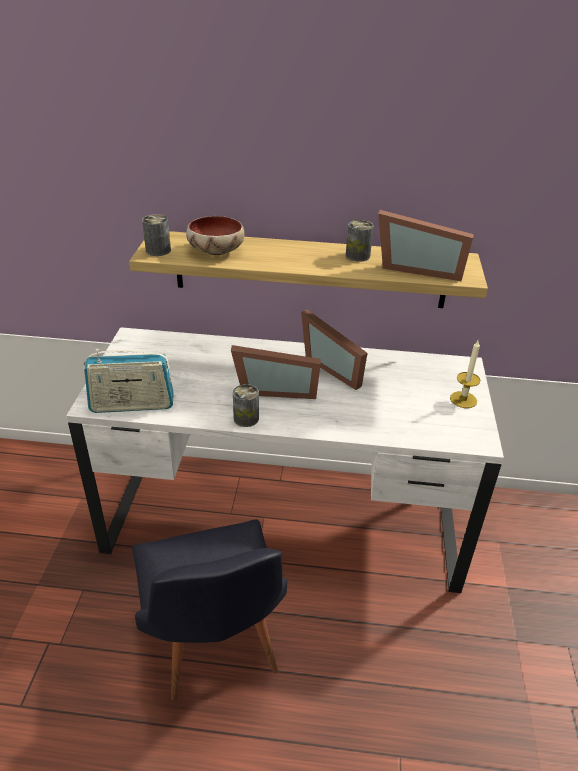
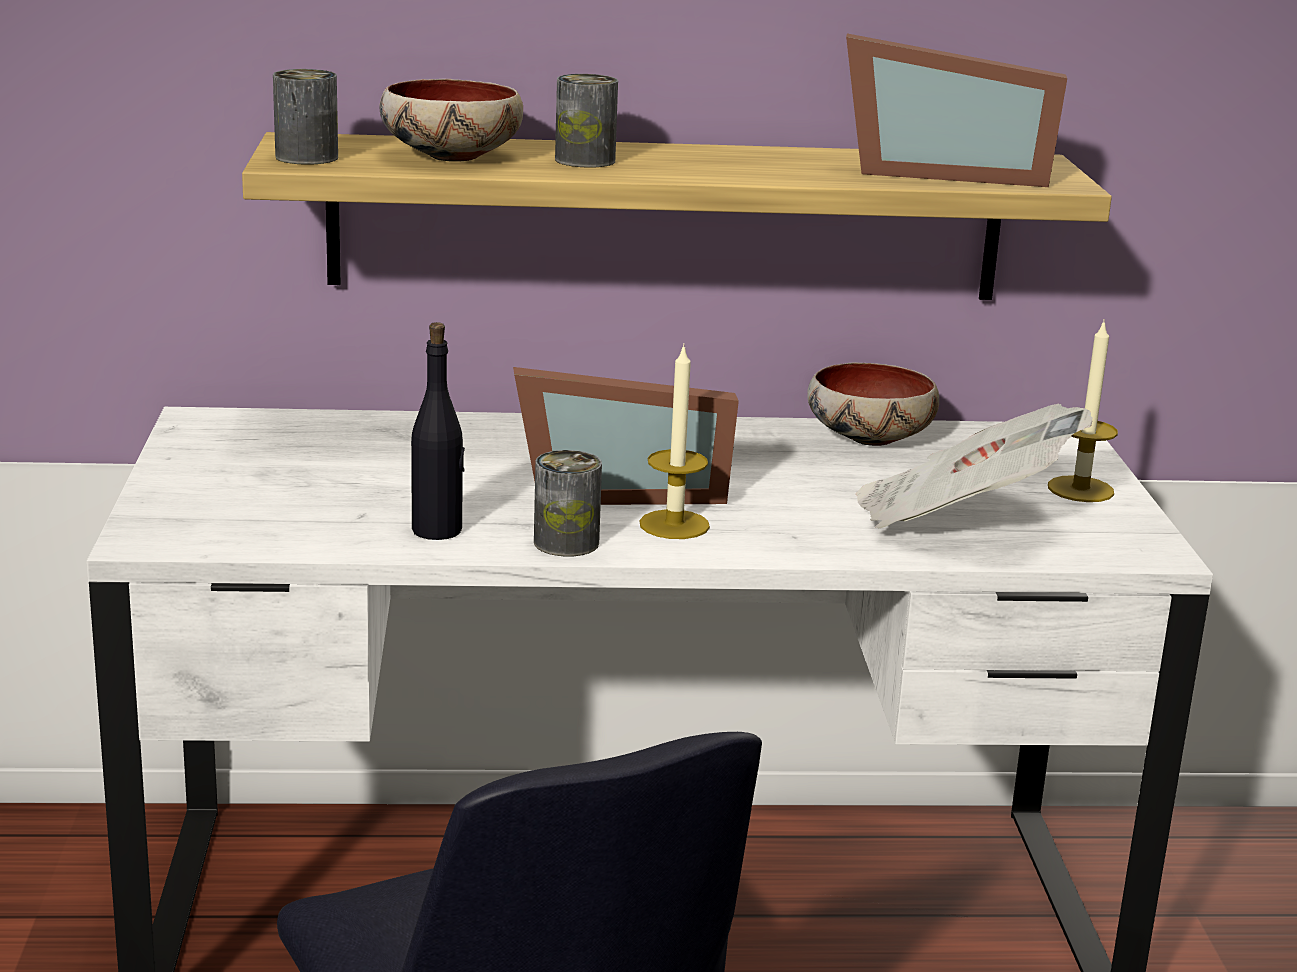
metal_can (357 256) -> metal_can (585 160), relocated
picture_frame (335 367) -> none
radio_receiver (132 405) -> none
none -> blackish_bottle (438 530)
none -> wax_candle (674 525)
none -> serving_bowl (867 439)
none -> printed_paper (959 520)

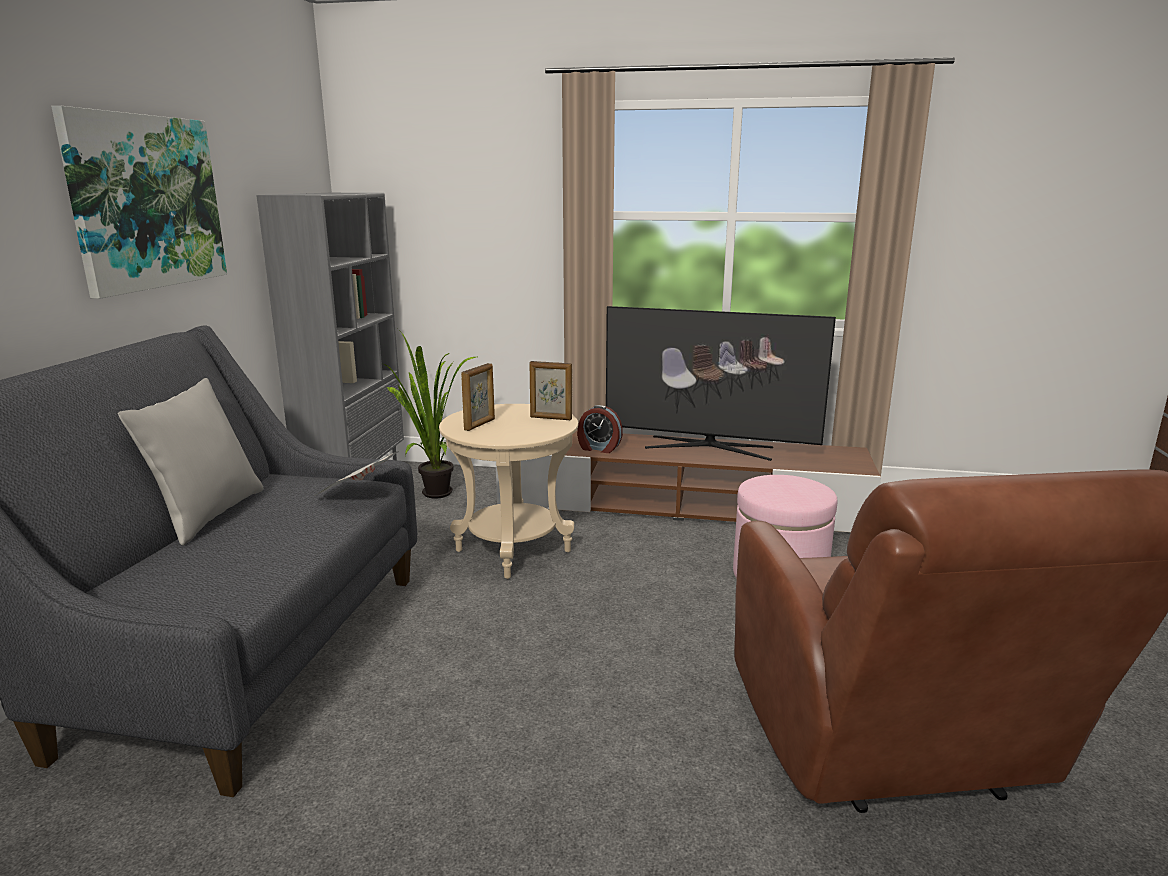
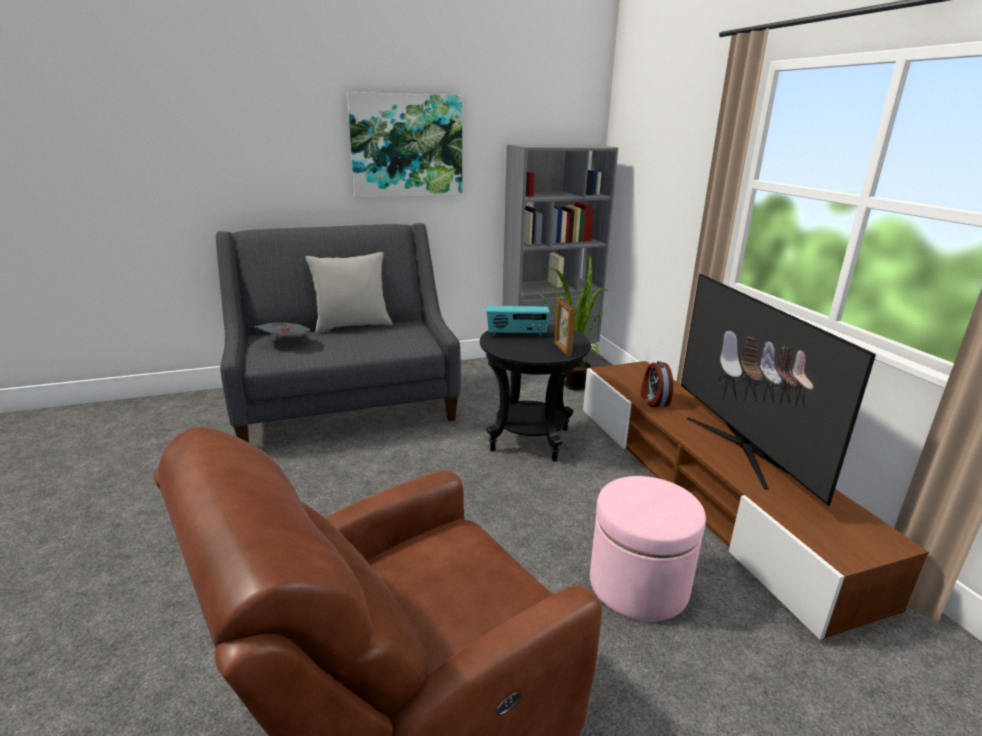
picture_frame (480 424) -> radio_receiver (516 334)
sand-coloured_end_table (513 551) -> blackish_end_table (530 440)
printed_paper (358 494) -> printed_paper (286 343), relocated

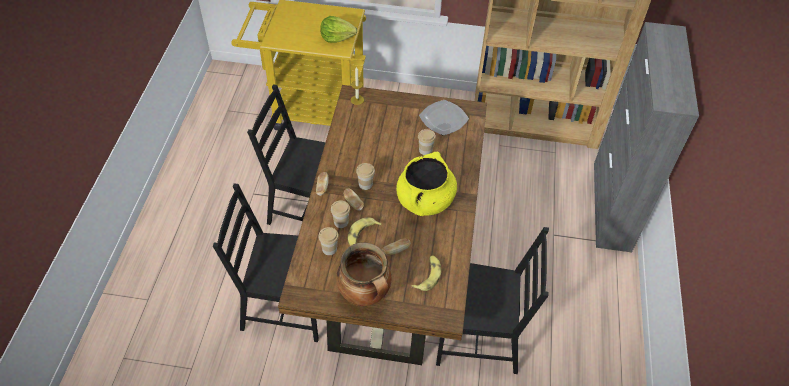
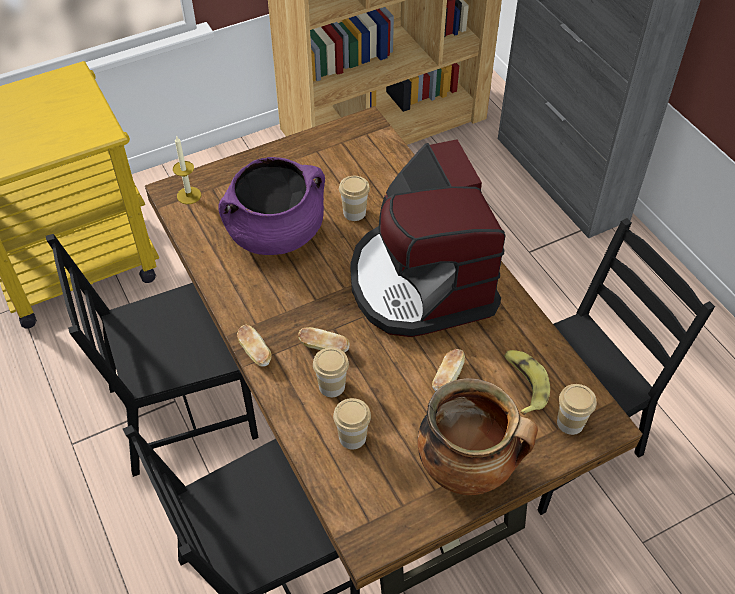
lettuce_head (337 37) -> none
flat_dish (444 119) -> none
yellow_cooking_pot (425 201) -> coffee_brewer (420 282)
cup (365 184) -> cup (570 423), relocated
whole_banana (361 235) -> none
none -> purple-coloured_cooking_pot (276 233)

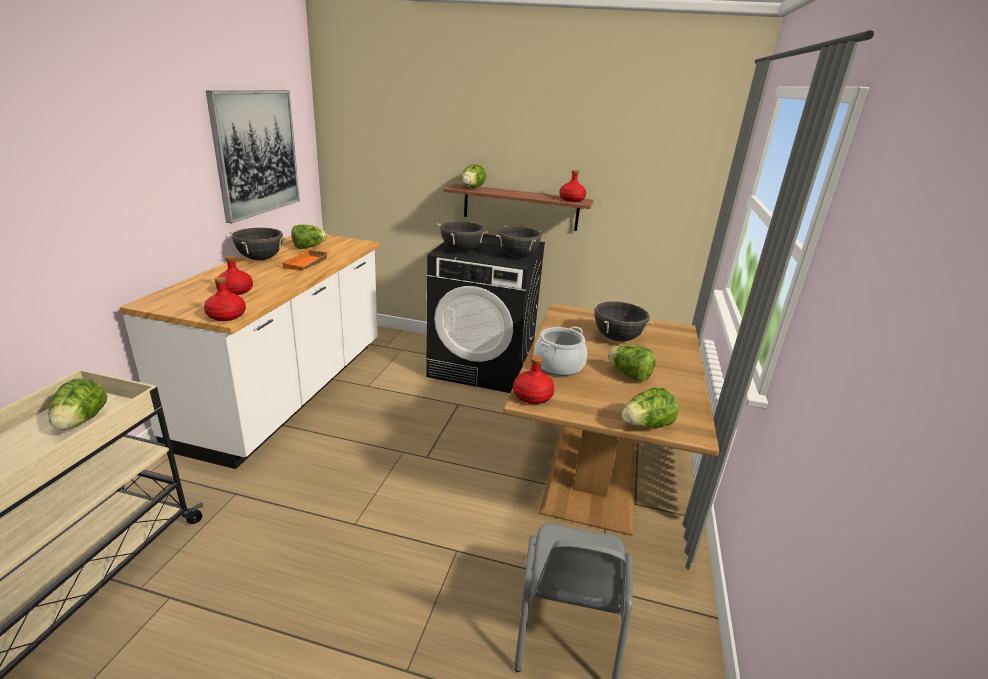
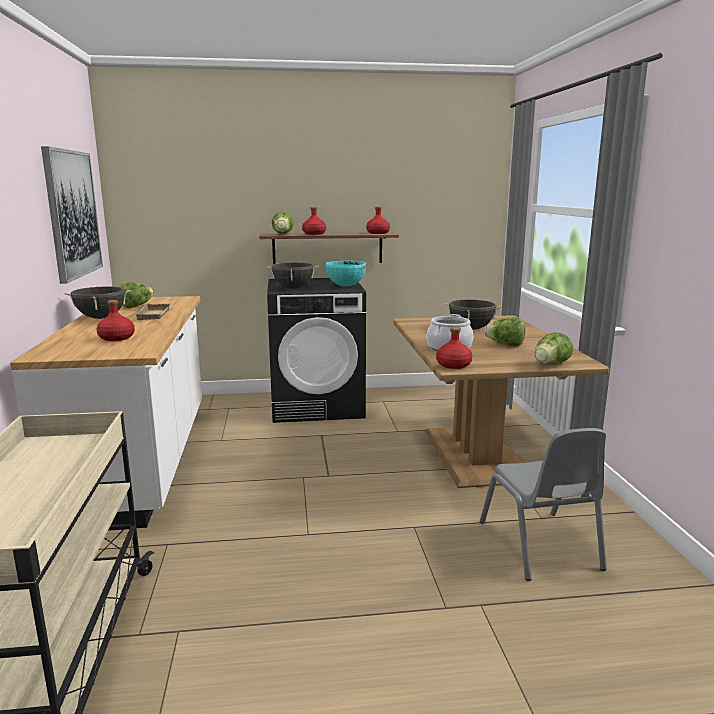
blackish_cooking_pot (517 256) -> turquoise_cooking_pot (346 286)
orange-coloured_serving_tray (307 264) -> sand-coloured_serving_tray (155 315)
red_bottle (226 316) -> red_bottle (314 234), relocated
lettuce_head (81 422) -> none

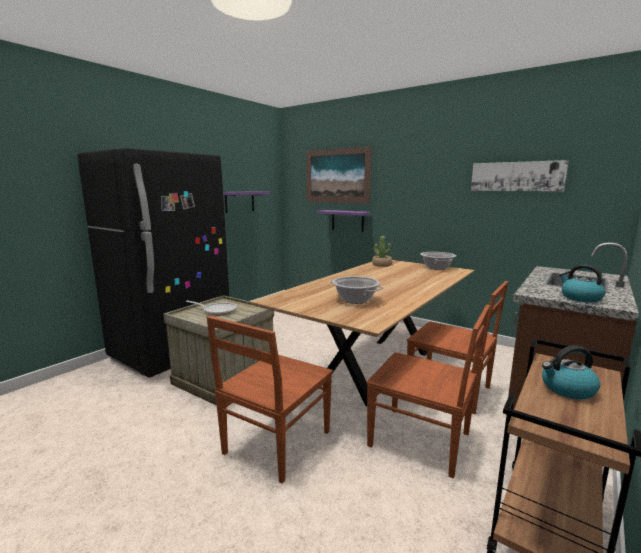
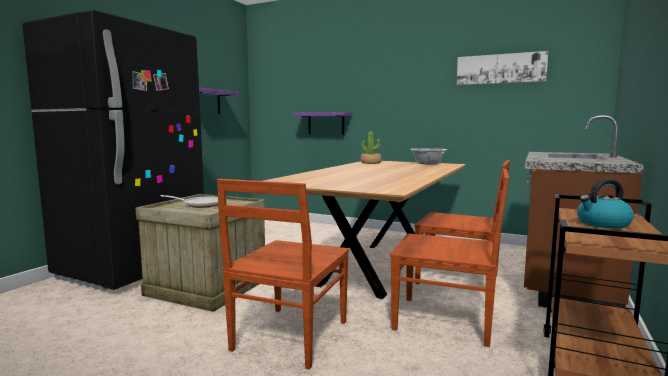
picture (337 176) -> none
tea_kettle (580 298) -> none
cooking_pot (355 300) -> none

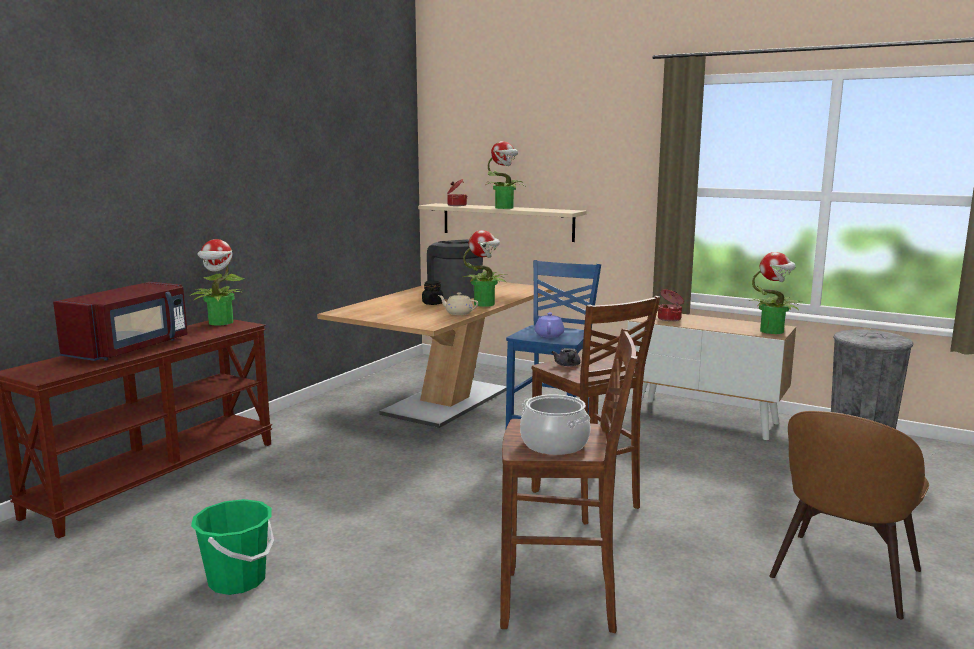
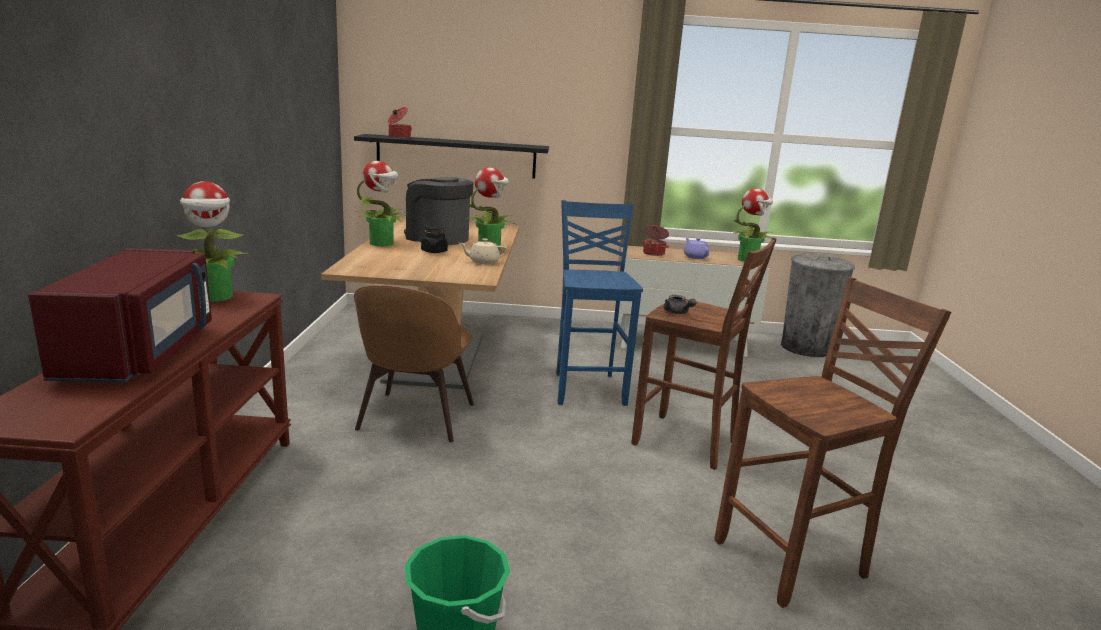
potted_plant (505 208) -> potted_plant (382 243), relocated
sand-coloured_wall_shelf (507 222) -> blackish_wall_shelf (456 156)
purple-coloured_teapot (549 335) -> purple-coloured_teapot (695 257), relocated
cooking_pot (555 444) -> none
brown-coloured_plain_chair (843 576) -> brown-coloured_plain_chair (415 419), relocated

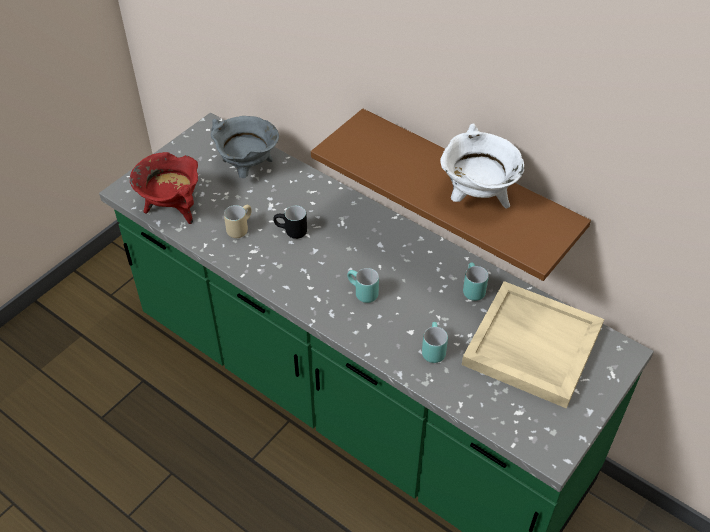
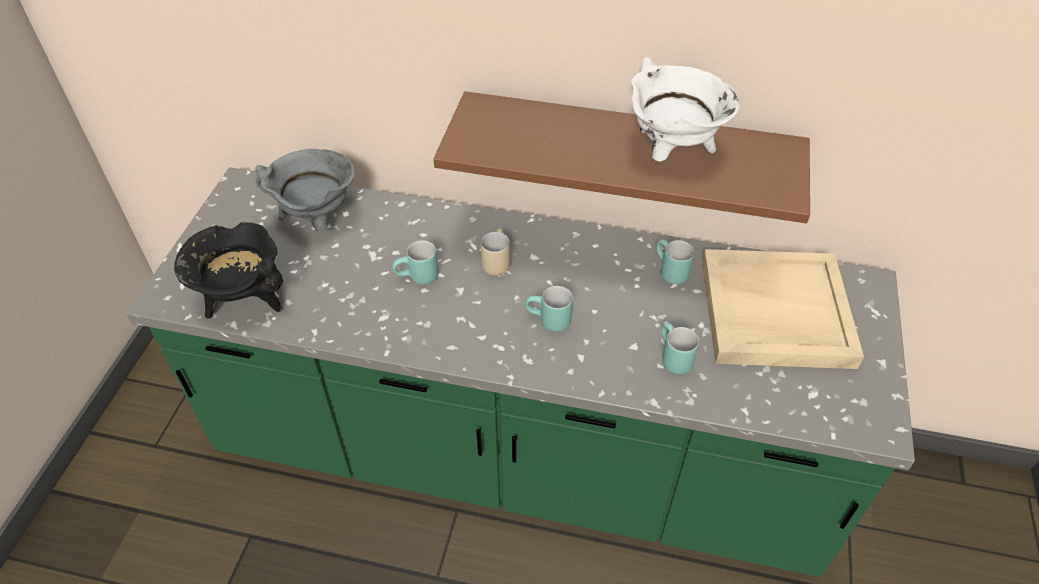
red_cooking_pot (172 209) -> blackish_cooking_pot (244 300)
sand-coloured_coffee_mug (239 228) -> sand-coloured_coffee_mug (495 261), relocated
blackish_coffee_mug (291 232) -> turquoise_coffee_mug (418 278)

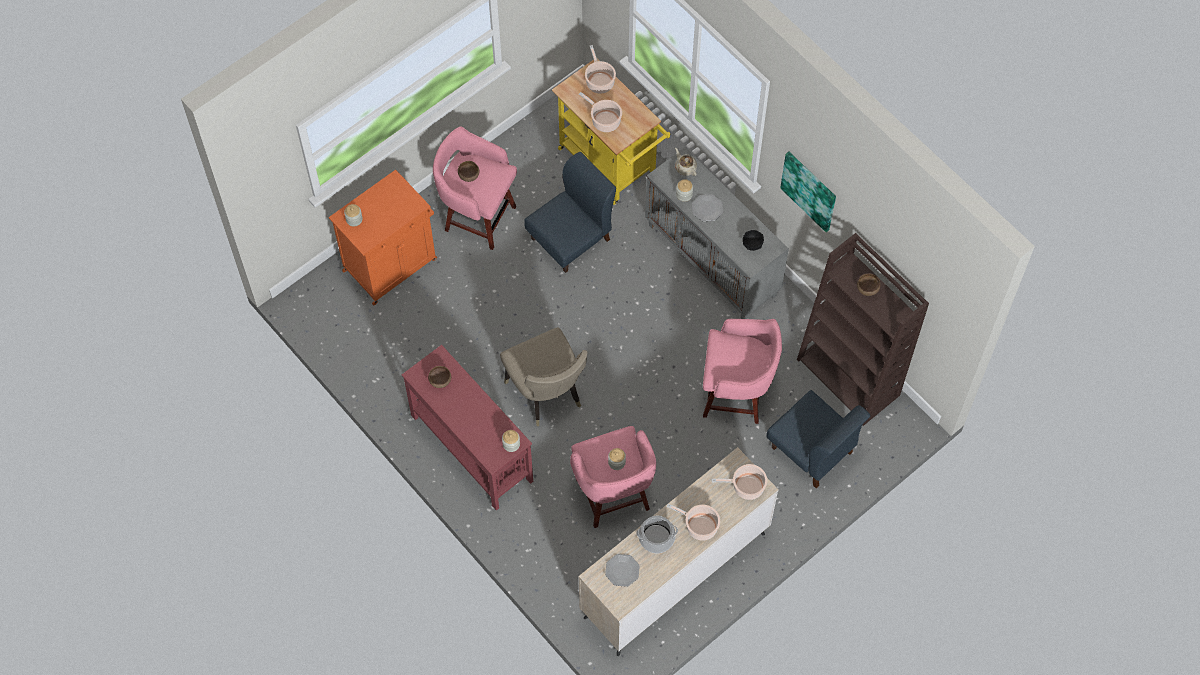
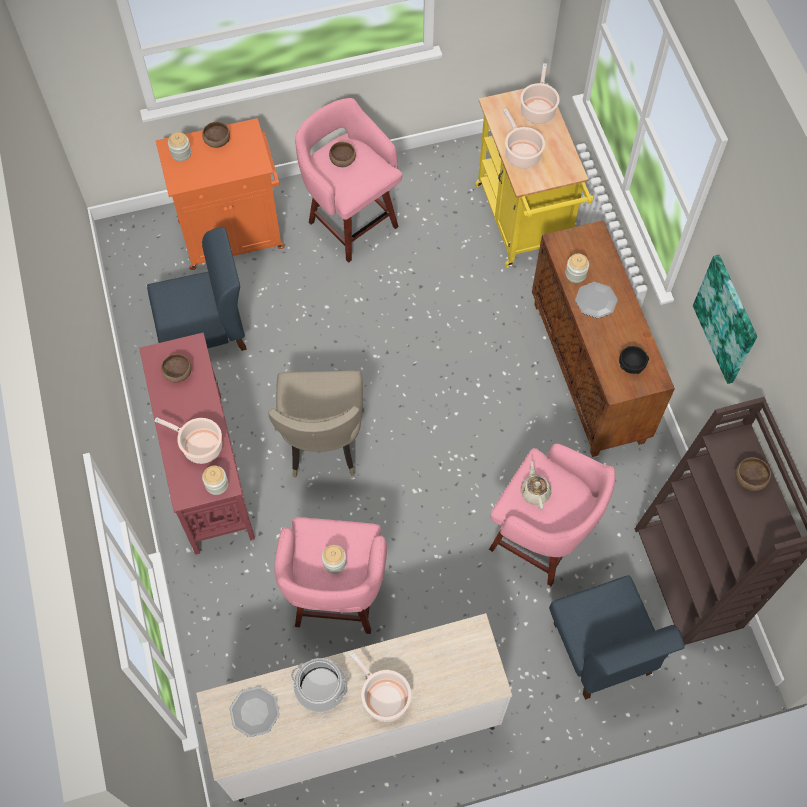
grey_cabinet (713 260) -> brown-coloured_cabinet (589 372)
sand-coloured_teapot (685 167) -> sand-coloured_teapot (535 491), relocated
blue-coloured_plain_chair (571 239) -> blue-coloured_plain_chair (205 331), relocated
cooking_pot (746 486) -> cooking_pot (200 446), relocated
none -> brown-coloured_serving_bowl (217 141)

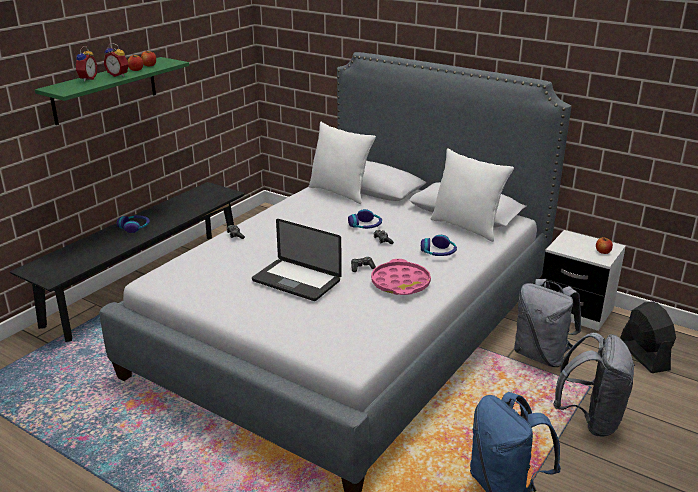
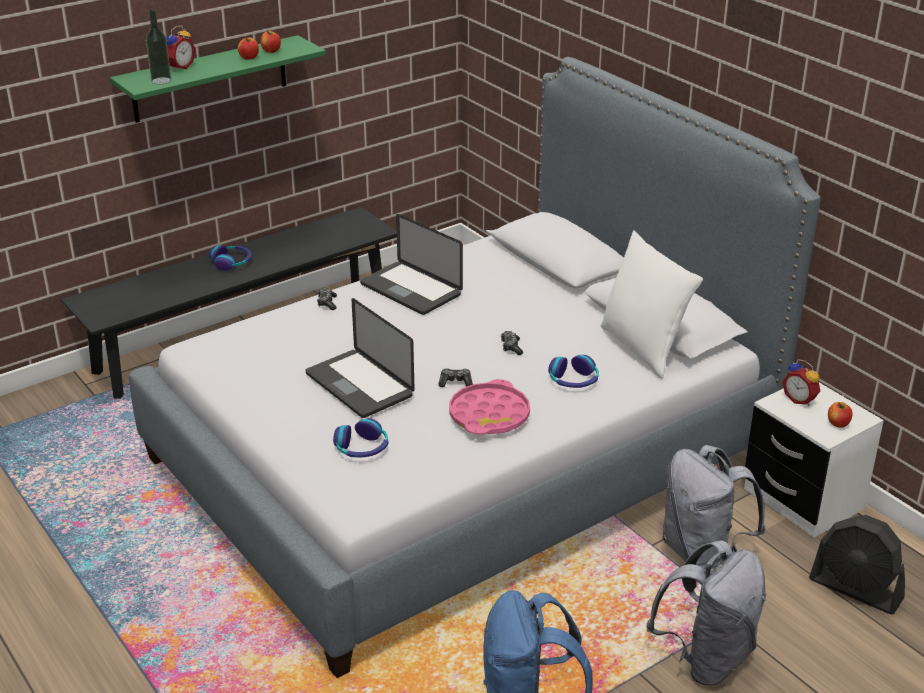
bedside_clock (119 75) -> bedside_clock (800 399), relocated
whitish_pillow (340 192) -> none
pair_of_headphones (365 226) -> pair_of_headphones (362 448), relocated
blackish_electric_fan (643 355) -> blackish_electric_fan (856 589), 120 degrees clockwise
none -> bottle (161 81)
none -> notebook_computer (410 290)

